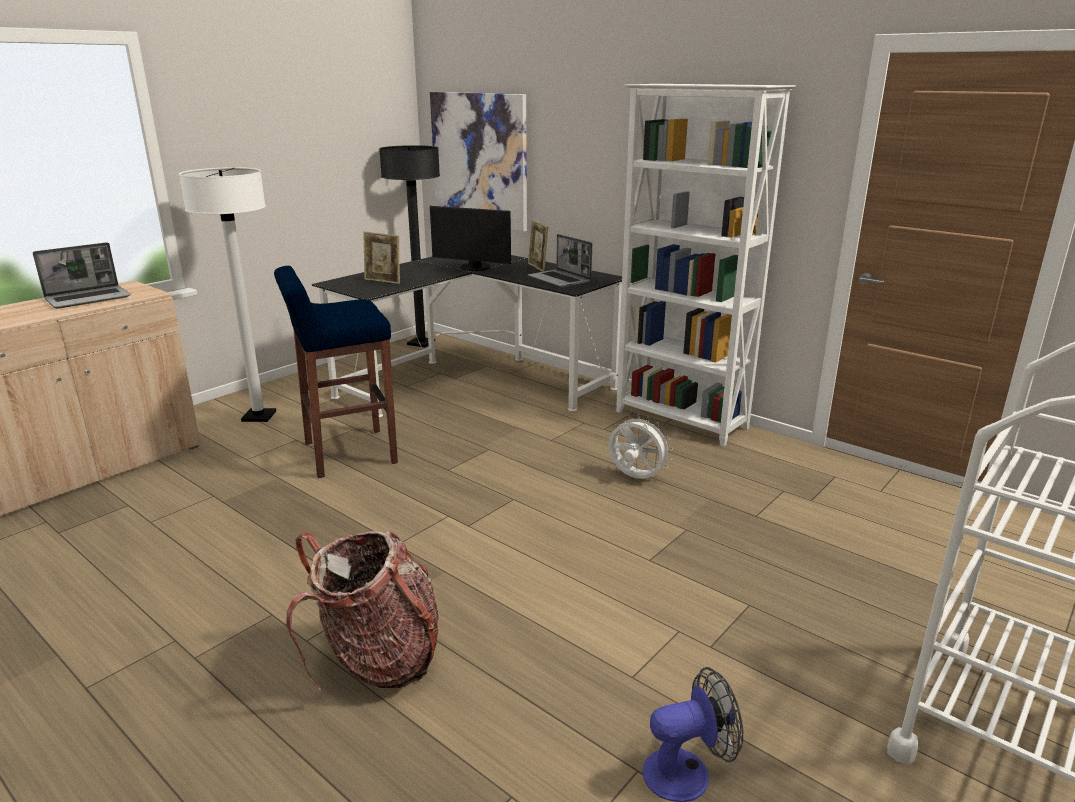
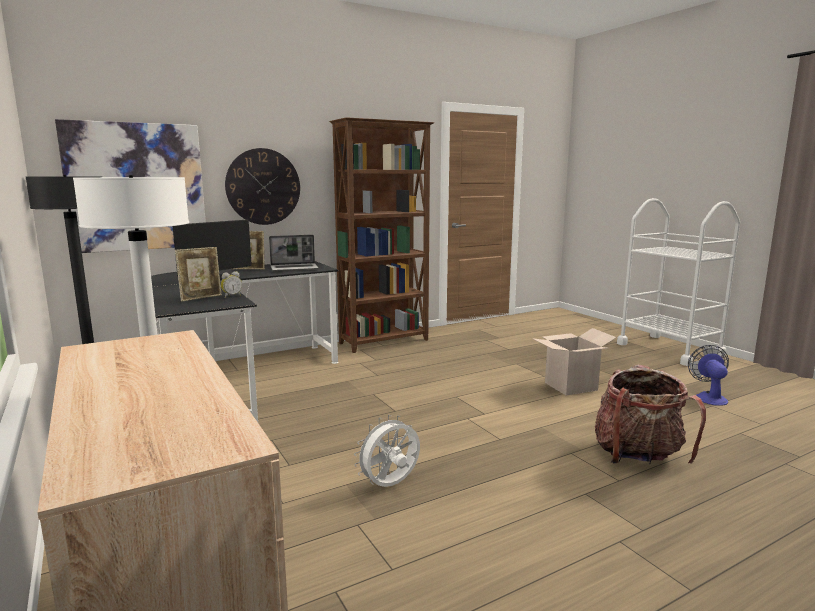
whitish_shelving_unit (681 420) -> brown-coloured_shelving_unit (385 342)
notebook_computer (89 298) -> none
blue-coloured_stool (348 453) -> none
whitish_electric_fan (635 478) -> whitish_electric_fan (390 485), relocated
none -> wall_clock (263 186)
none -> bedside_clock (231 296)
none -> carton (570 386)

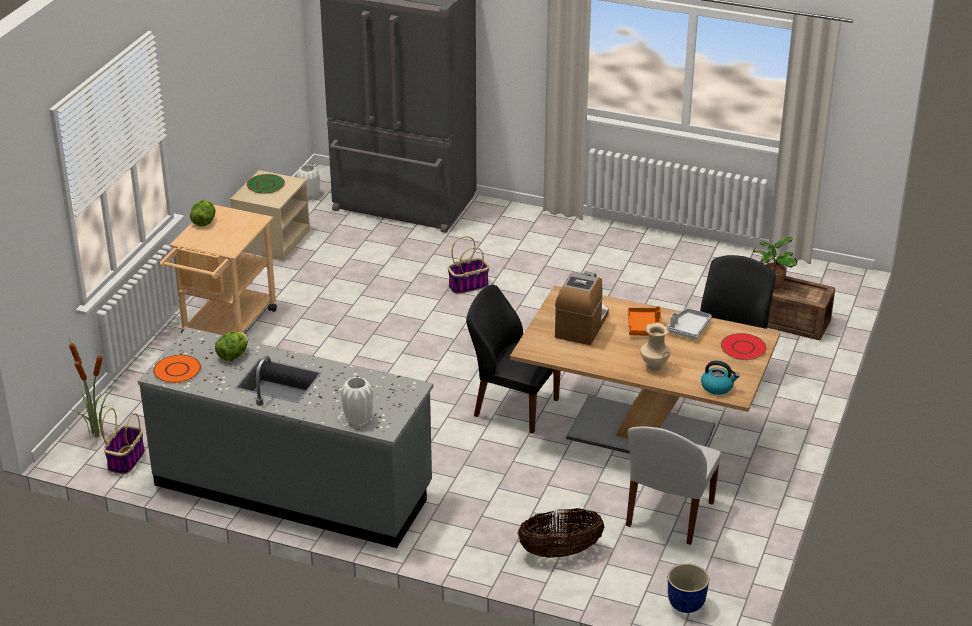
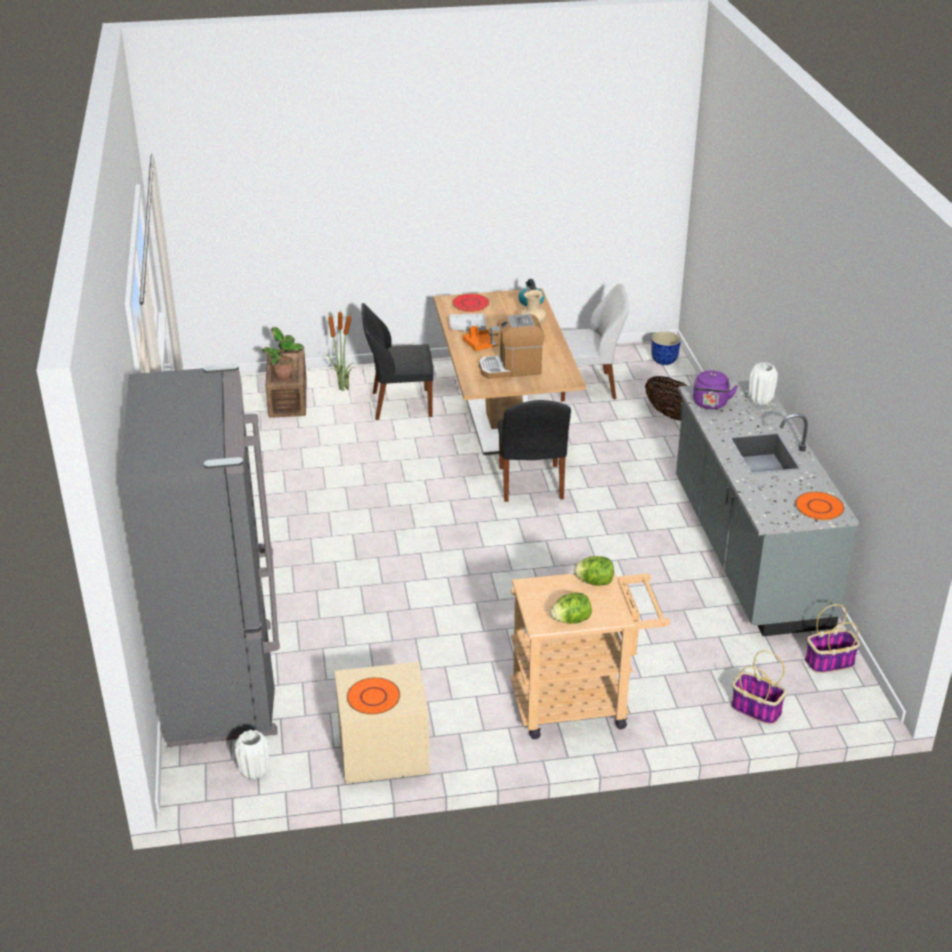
green-coloured_flat_dish (266 184) -> orange-coloured_flat_dish (373 697)
household_basket (468 285) -> household_basket (755 709), relocated
lettuce_head (233 356) -> lettuce_head (594 582), relocated
potted_plant (96 433) -> potted_plant (342 389), relocated
none -> purple-coloured_tea_kettle (710 404)

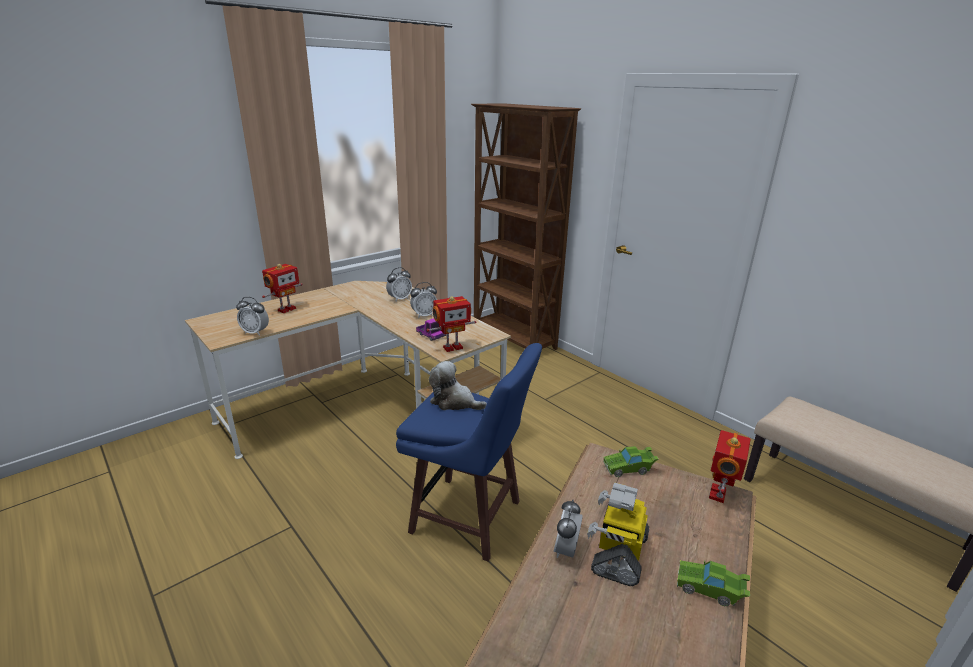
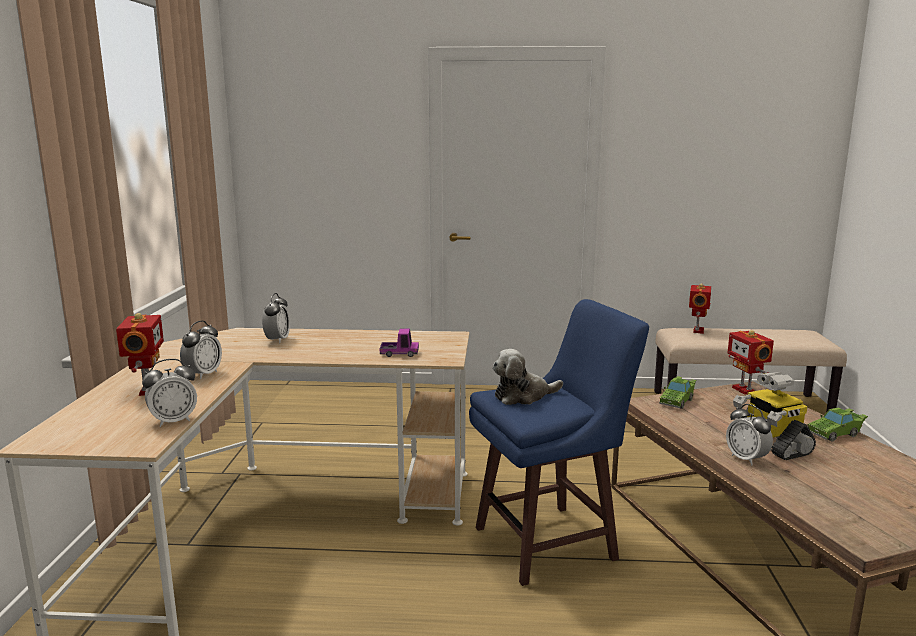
brown-coloured_shelving_unit (513 339) -> none
bedside_clock (424 315) -> bedside_clock (203 374), relocated
toy_robot (452 347) -> toy_robot (697 331), relocated

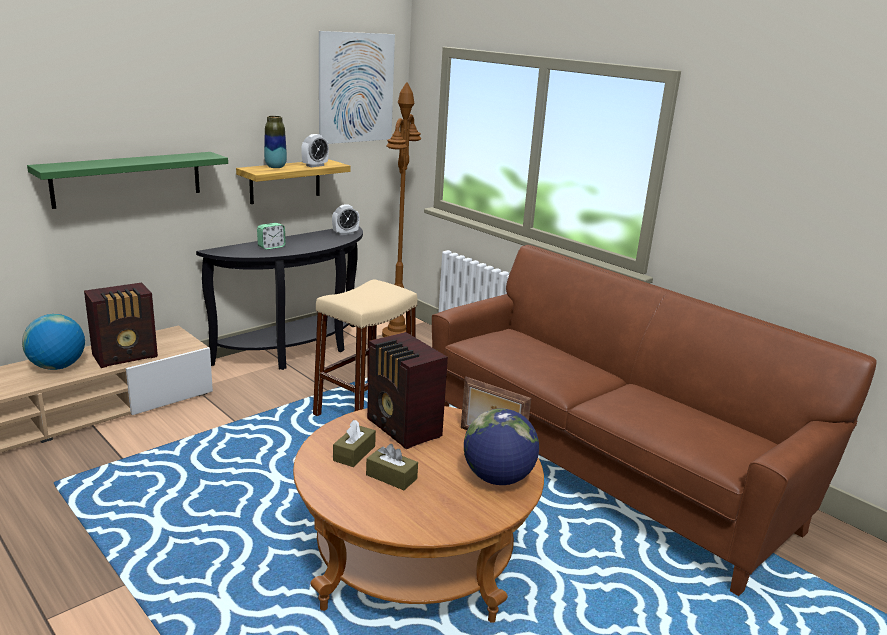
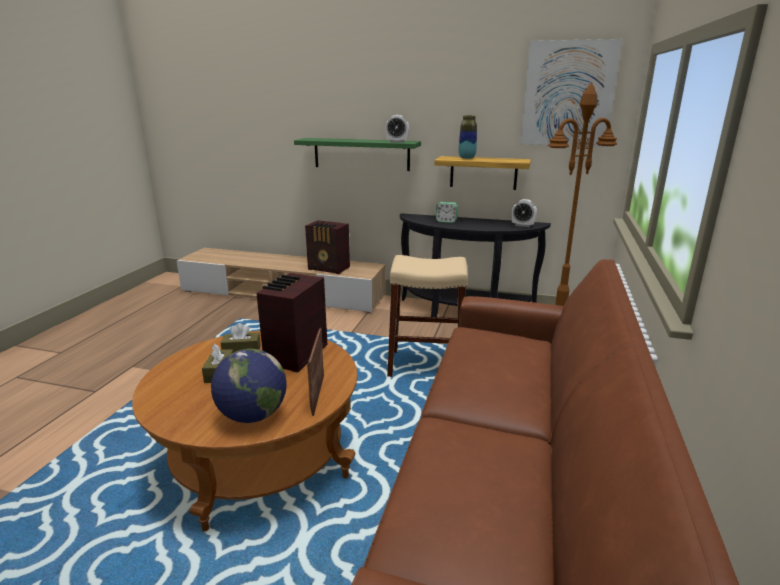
bedside_clock (315 165) -> bedside_clock (397 142), relocated
desk_globe (57 367) -> none

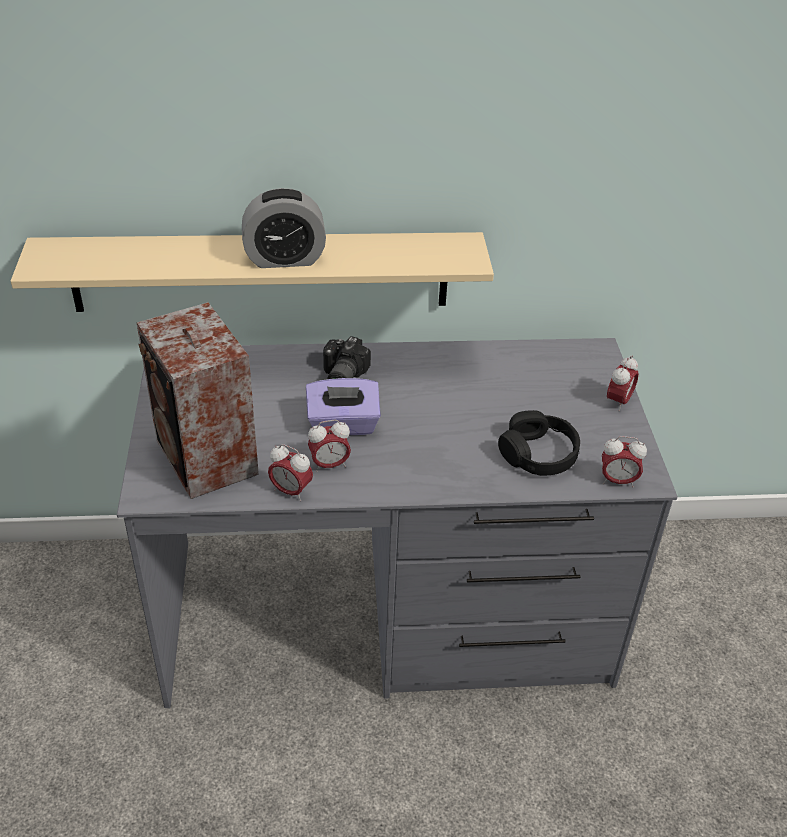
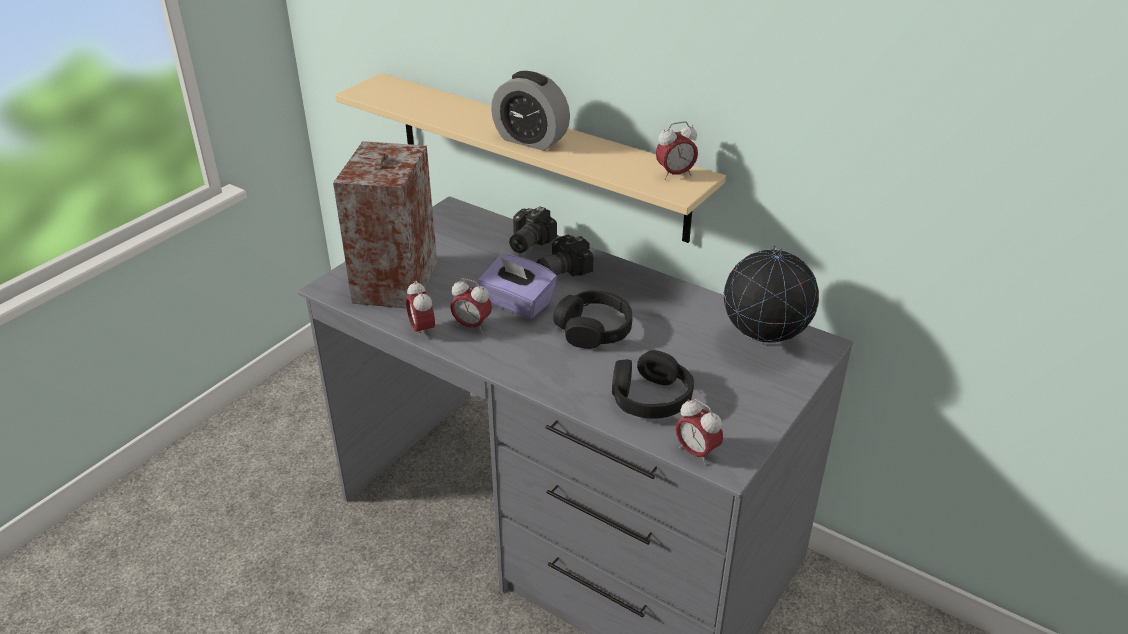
bedside_clock (618 402) -> bedside_clock (675 175), relocated
none -> still_camera (526 242)
none -> desk_globe (763 343)
none -> blackish_pair_of_headphones (593 329)

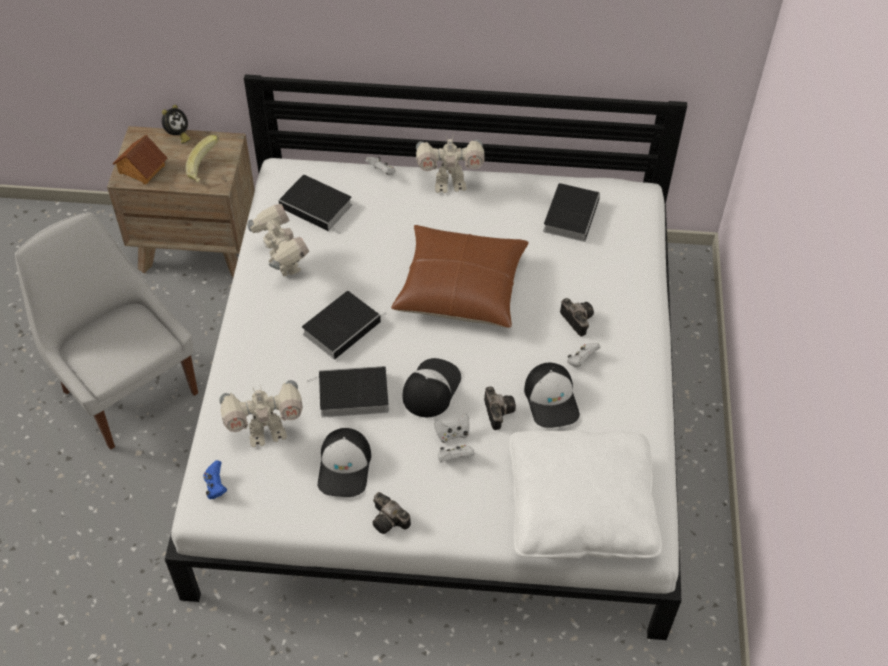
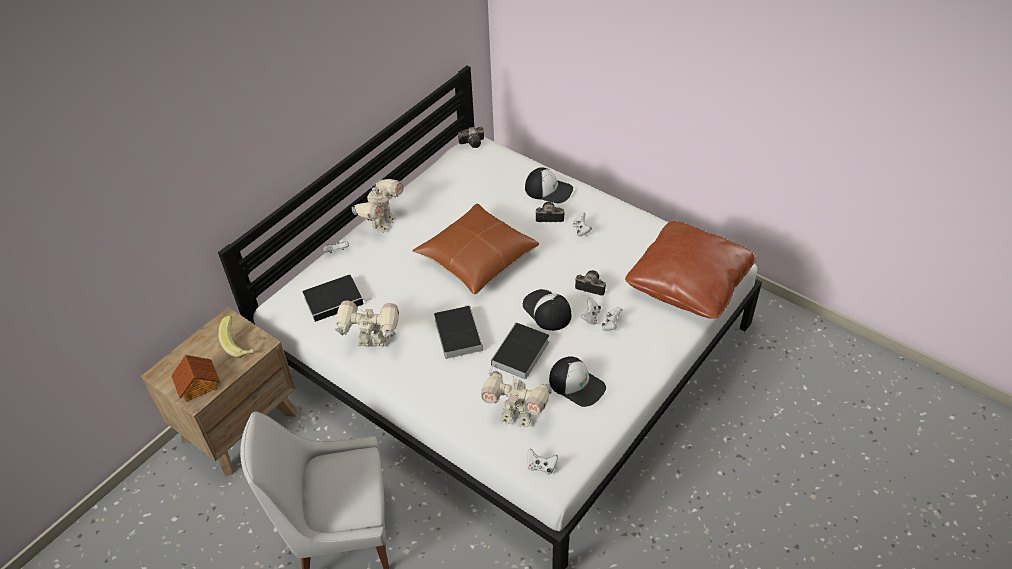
bedside_clock (177 135) -> none
volume (571 214) -> none
baseball_cap (552 399) -> baseball_cap (549 190), relocated
toy_robot (266 433) -> toy_robot (516 416), 90 degrees clockwise
whitish_pillow (580 508) -> brown-coloured_pillow (689 283)
blue-coloured_joypad (216 486) -> whitish_joypad (541 466)
still_camera (390 521) -> still_camera (473 142), relocated

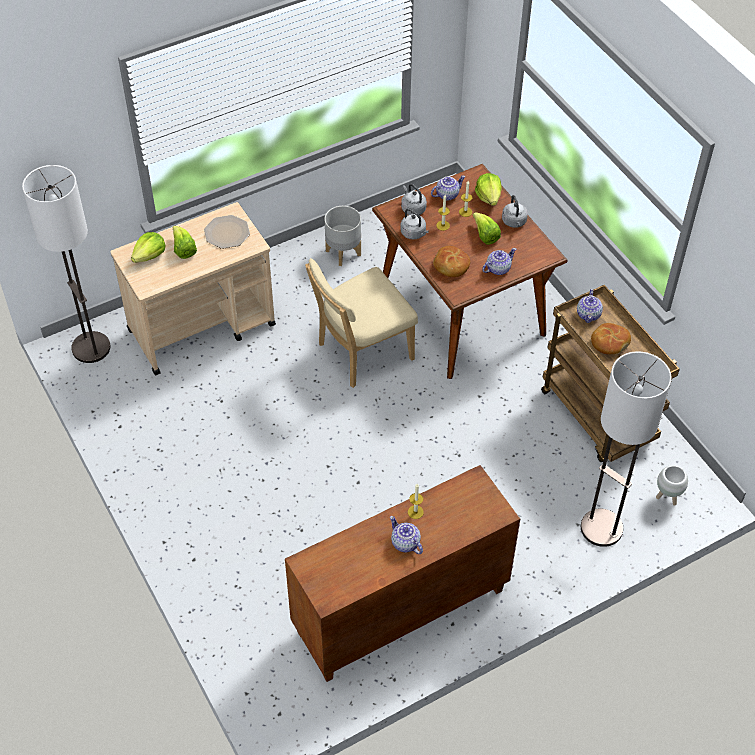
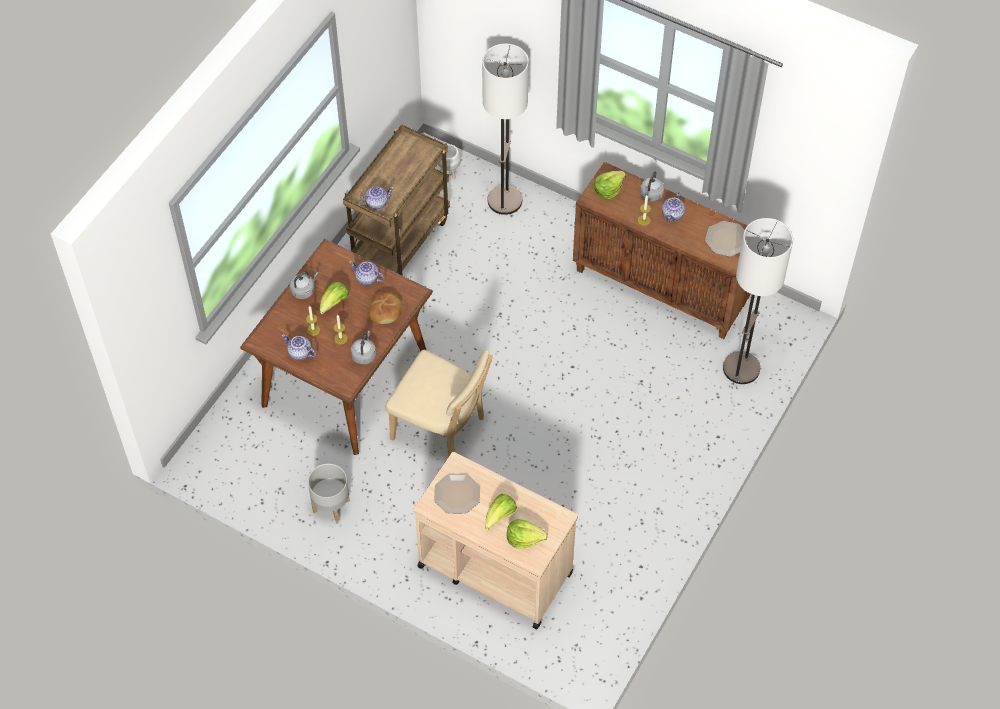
floor_lamp (91 348) -> floor_lamp (741 368), relocated
lettuce_head (489 197) -> lettuce_head (608 190), relocated
grey_tea_kettle (412 208) -> grey_tea_kettle (651 195), relocated
bakery_bread (609 342) -> none
none -> flat_dish (727 239)

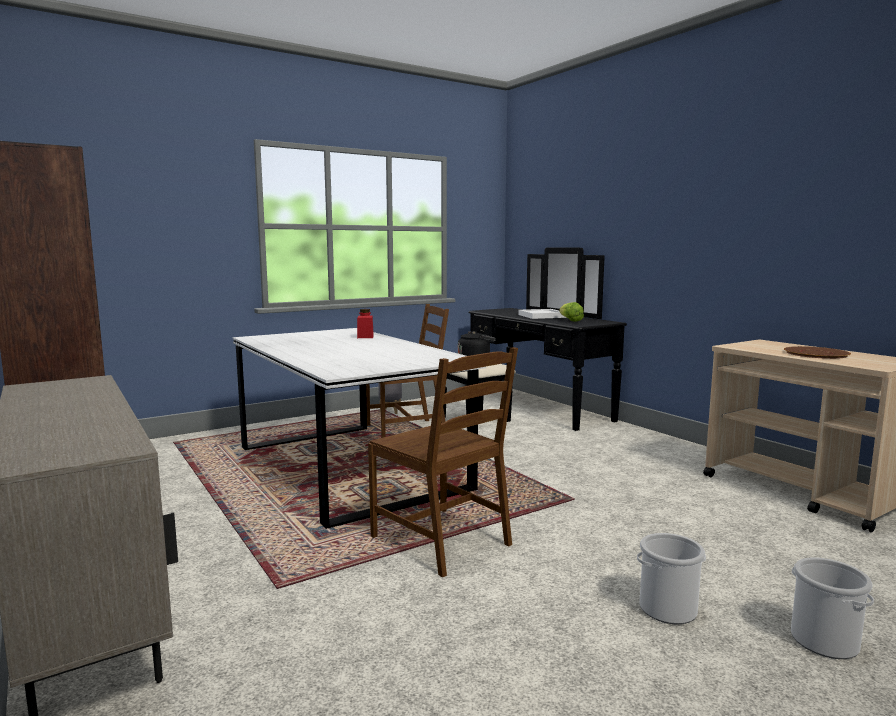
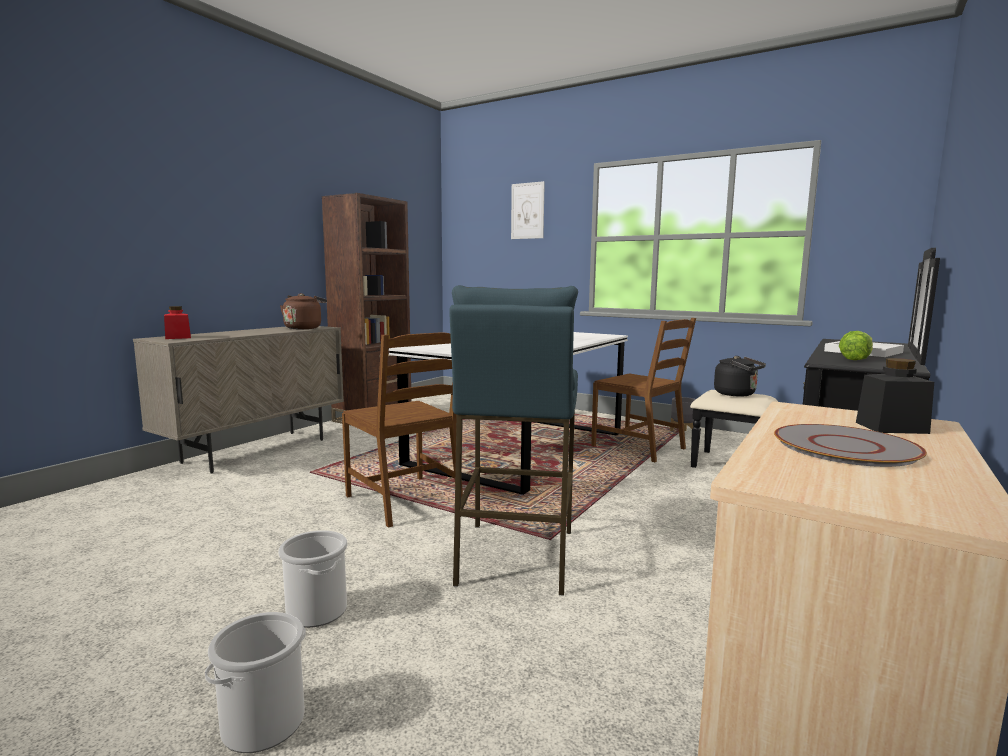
red_storage_jar (365 336) -> red_storage_jar (178 337), relocated
brown-coloured_flat_dish (815 354) -> grey_flat_dish (844 447)
brown-coloured_plain_chair (443 541) -> brown-coloured_plain_chair (405 501), 60 degrees counterclockwise
none -> picture (527 211)
none -> blue-coloured_stool (514 556)
none -> brown-coloured_tea_kettle (304 328)
none -> blackish_storage_jar (891 428)

